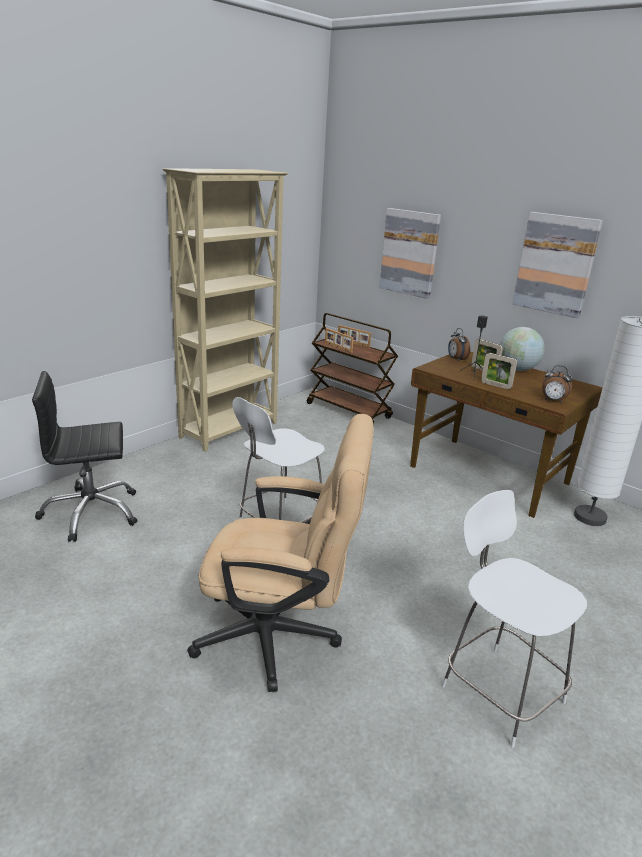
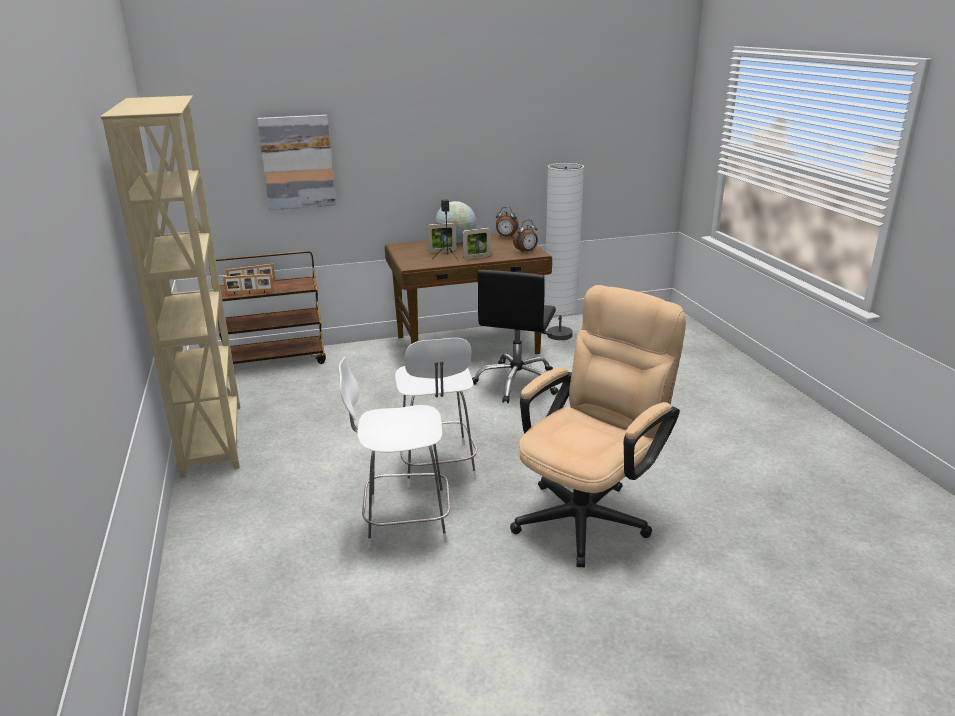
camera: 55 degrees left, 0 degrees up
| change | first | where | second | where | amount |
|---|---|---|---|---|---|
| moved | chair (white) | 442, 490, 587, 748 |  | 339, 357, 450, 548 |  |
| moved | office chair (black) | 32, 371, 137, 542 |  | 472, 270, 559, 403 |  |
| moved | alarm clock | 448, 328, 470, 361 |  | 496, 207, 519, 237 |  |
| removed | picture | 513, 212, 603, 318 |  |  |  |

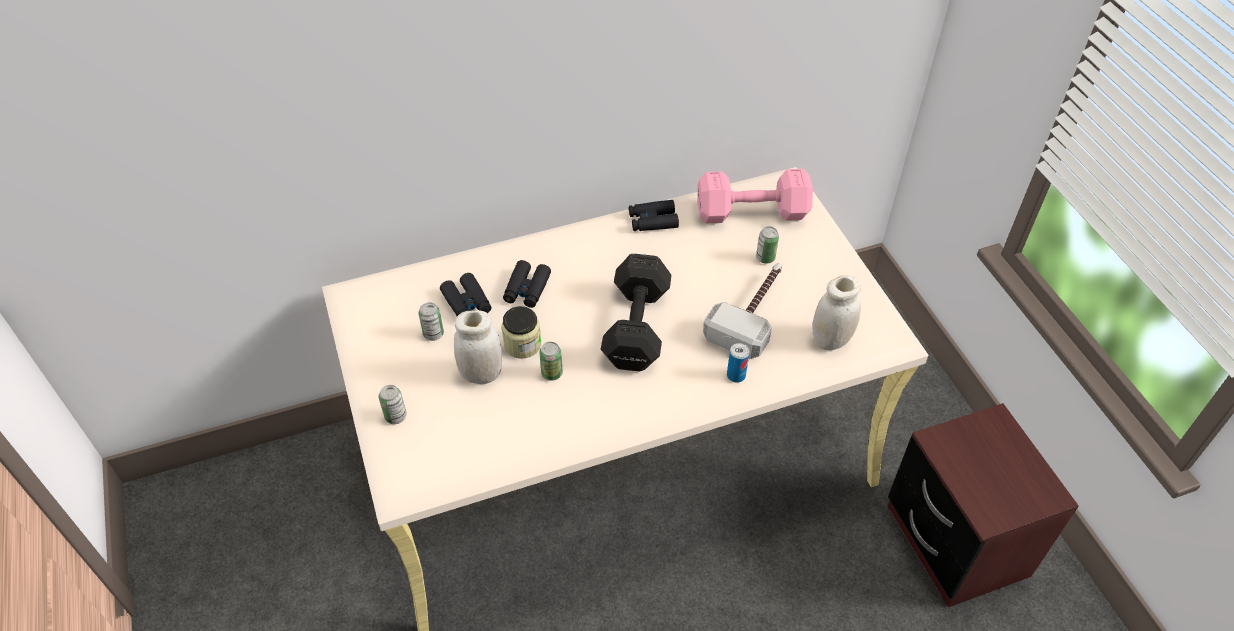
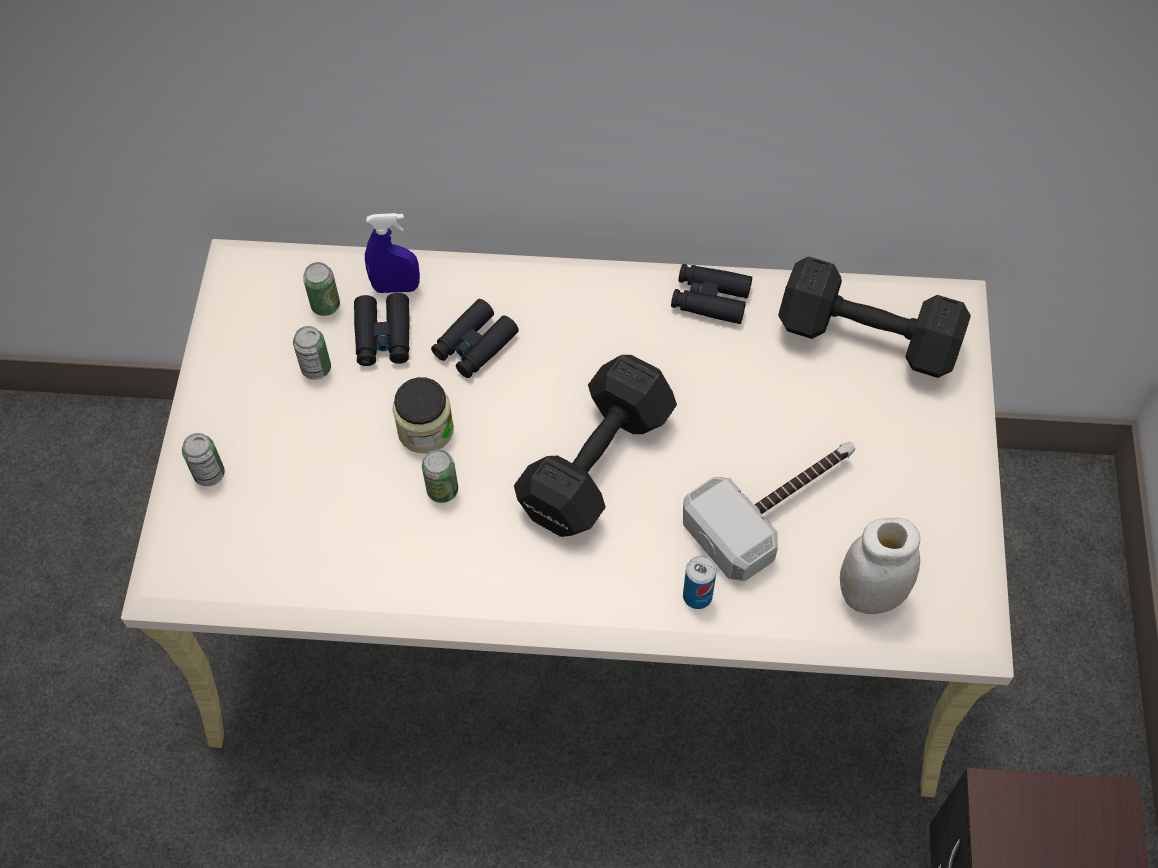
camera: 25 degrees right, 10 degrees up
| change | first | where | second | where | amount |
|---|---|---|---|---|---|
| moved | can | 756, 226, 779, 264 |  | 303, 262, 340, 316 |  |
| added |  |  | spray bottle (blue) | 365, 213, 420, 293 |  |
| recoloured | dumbbell (pink) | 698, 169, 813, 223 | dumbbell (black) | 778, 256, 971, 378 |  |
| removed | jar (white) | 454, 310, 502, 384 |  |  |  |

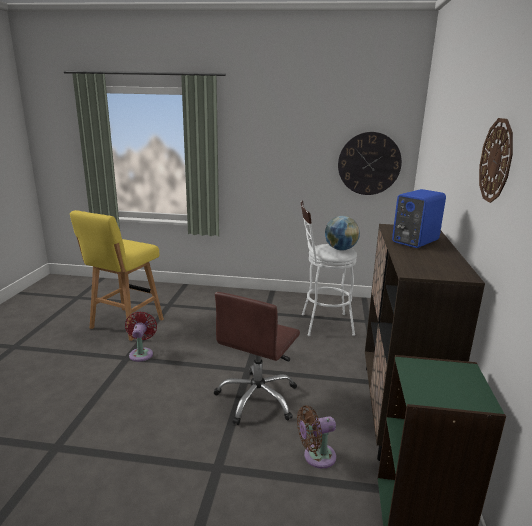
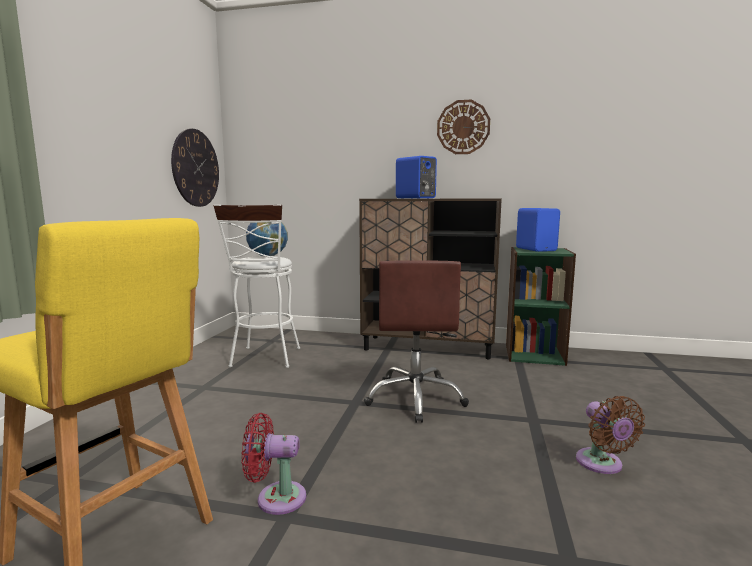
camera: 85 degrees left, 10 degrees down
| change | first | where | second | where | amount |
|---|---|---|---|---|---|
| turned | office chair (brown) | 214, 292, 300, 425 |  | 364, 260, 469, 423 | 60 degrees clockwise |
| added |  |  | speaker (blue) | 516, 208, 560, 252 |  |
| moved | fan (brown) | 297, 405, 336, 469 |  | 576, 396, 645, 474 |  |

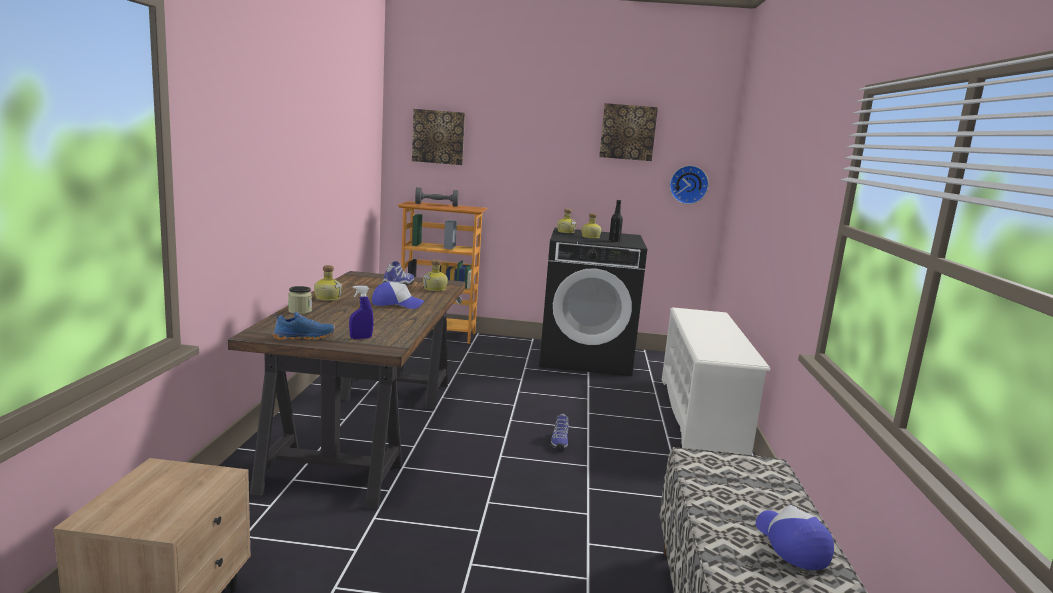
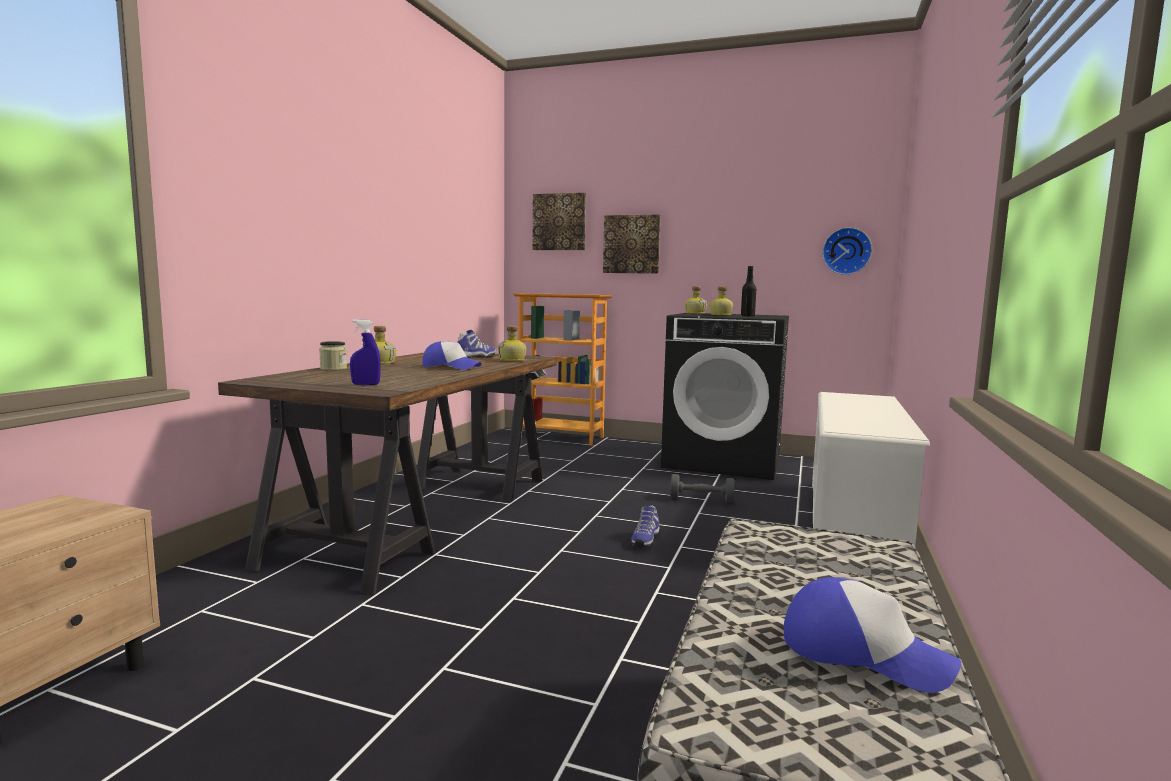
camera: 15 degrees right, 5 degrees down
| change | first | where | second | where | amount |
|---|---|---|---|---|---|
| moved | picture | 599, 103, 658, 161 |  | 603, 215, 661, 274 |  |
| moved | dumbbell (grey) | 415, 187, 458, 206 |  | 670, 474, 735, 503 |  |
| turned | cap | 756, 505, 834, 570 |  | 784, 577, 961, 693 | 120 degrees clockwise |
| removed | shoe (blue) | 273, 312, 335, 340 |  |  |  |

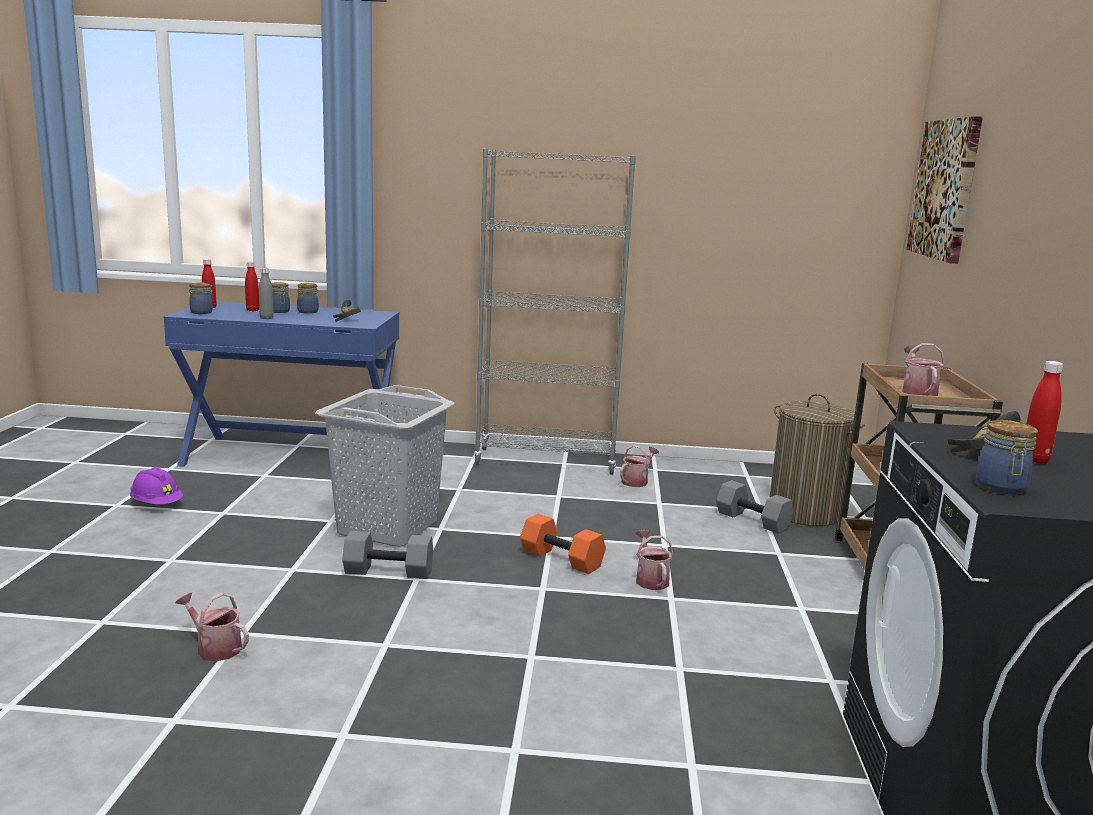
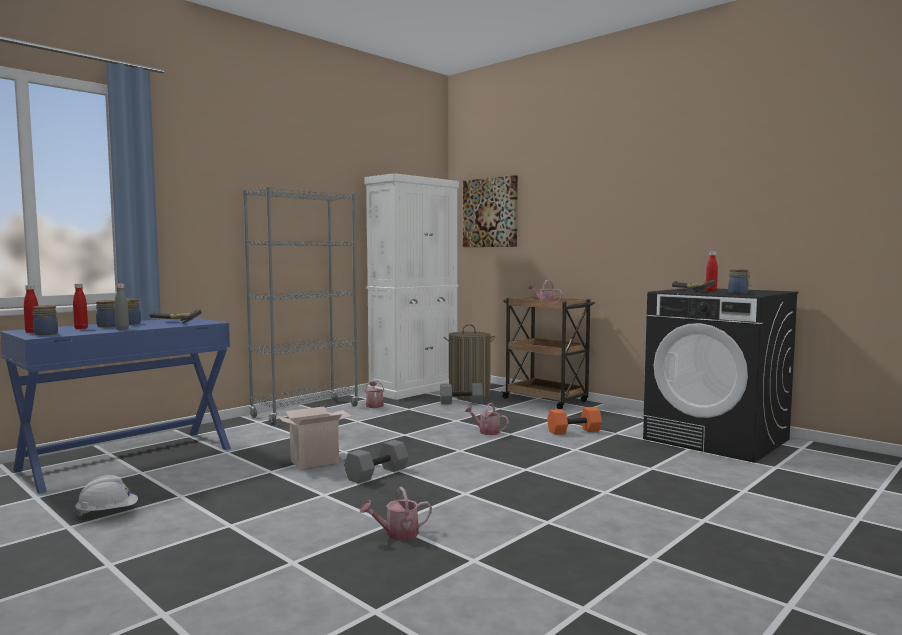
camera: 50 degrees left, 10 degrees down
| change | first | where | second | where | amount |
|---|---|---|---|---|---|
| recoloured | hard hat (purple) | 130, 467, 183, 505 | hard hat (white) | 74, 475, 138, 517 |  |
| replaced | laundry basket (grey) | 315, 385, 455, 547 | cardboard box | 275, 406, 352, 469 |  |
| added |  |  | cabinet (white) | 364, 173, 459, 400 |  |
| moved | dumbbell (orange) | 520, 514, 606, 574 |  | 547, 407, 602, 435 |  |

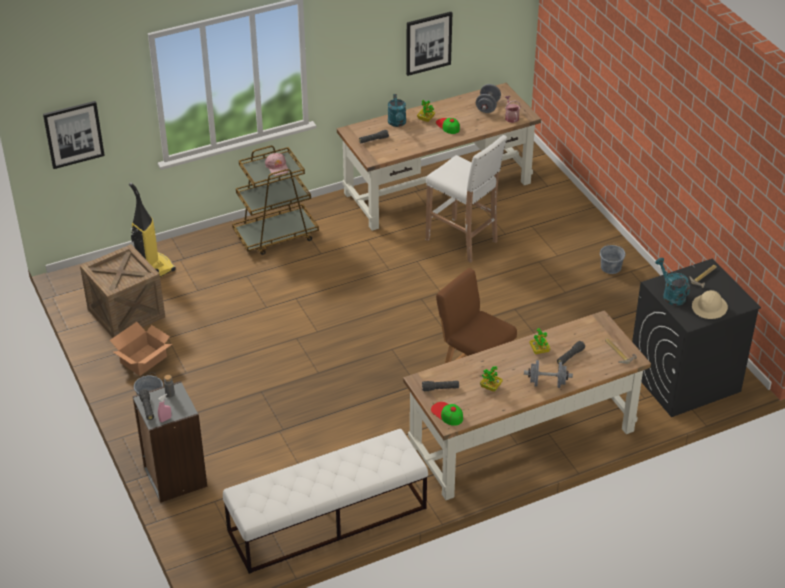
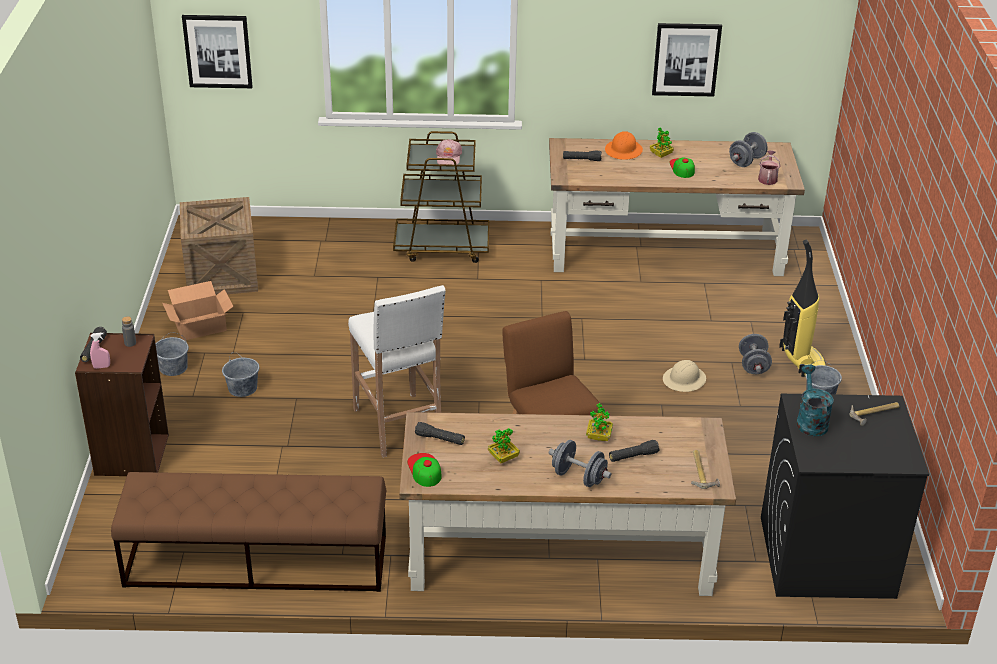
camera: 25 degrees right, 5 degrees down
| change | first | where | second | where | amount |
|---|---|---|---|---|---|
| recoloured | bookcase (grey) | 132, 381, 207, 503 | bookcase (brown) | 75, 333, 169, 476 |  |
| recoloured | bench (white) | 223, 429, 428, 574 | bench (brown) | 111, 472, 386, 592 |  |
| added |  |  | bucket (grey) | 222, 352, 259, 397 |  |
| moved | stool (white) | 426, 135, 507, 263 |  | 348, 285, 446, 458 |  |
| replaced | watering can (turquoise) | 388, 94, 406, 127 | hard hat (orange) | 605, 131, 643, 160 |  |
| moved | hard hat (beige) | 692, 290, 728, 319 |  | 663, 360, 706, 392 |  |
| added |  |  | dumbbell (grey) | 739, 334, 772, 374 |  |
| moved | vacuum cleaner | 129, 183, 176, 277 |  | 779, 240, 826, 377 |  |

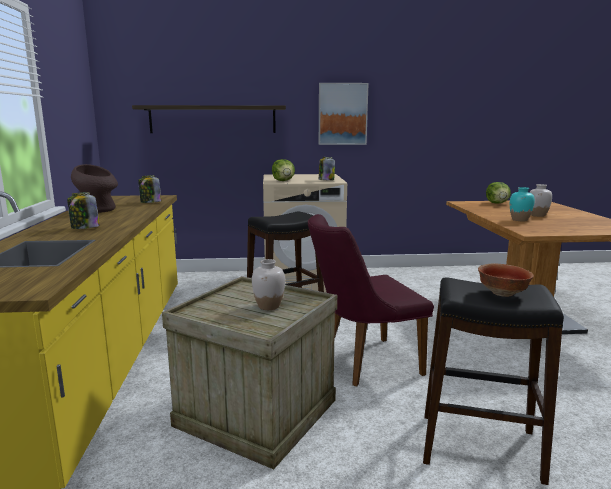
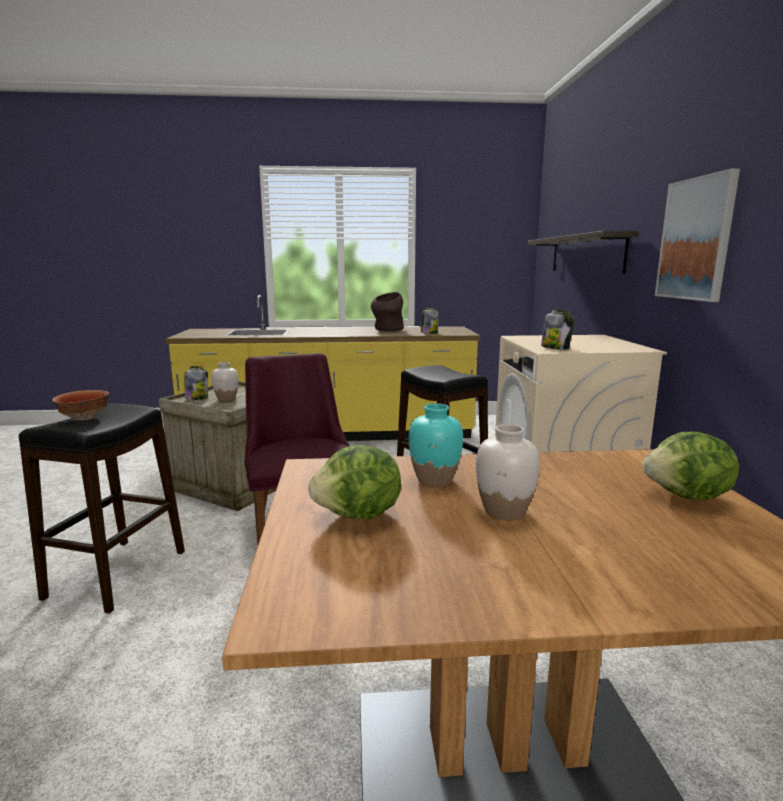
camera: 90 degrees right, 0 degrees up
| change | first | where | second | where | amount |
|---|---|---|---|---|---|
| moved | jar | 67, 192, 100, 229 |  | 185, 366, 208, 400 |  |
| moved | lettuce | 272, 159, 295, 181 |  | 308, 445, 401, 519 |  |

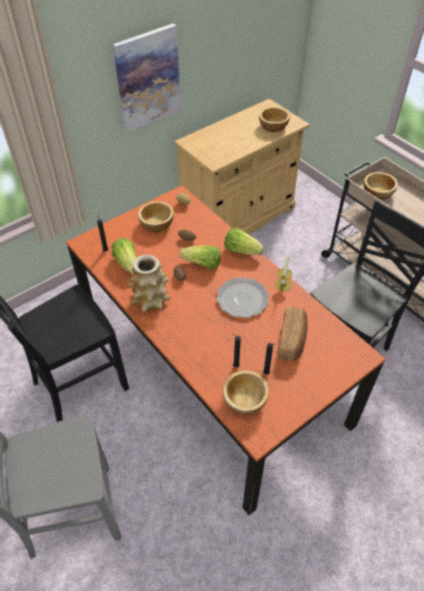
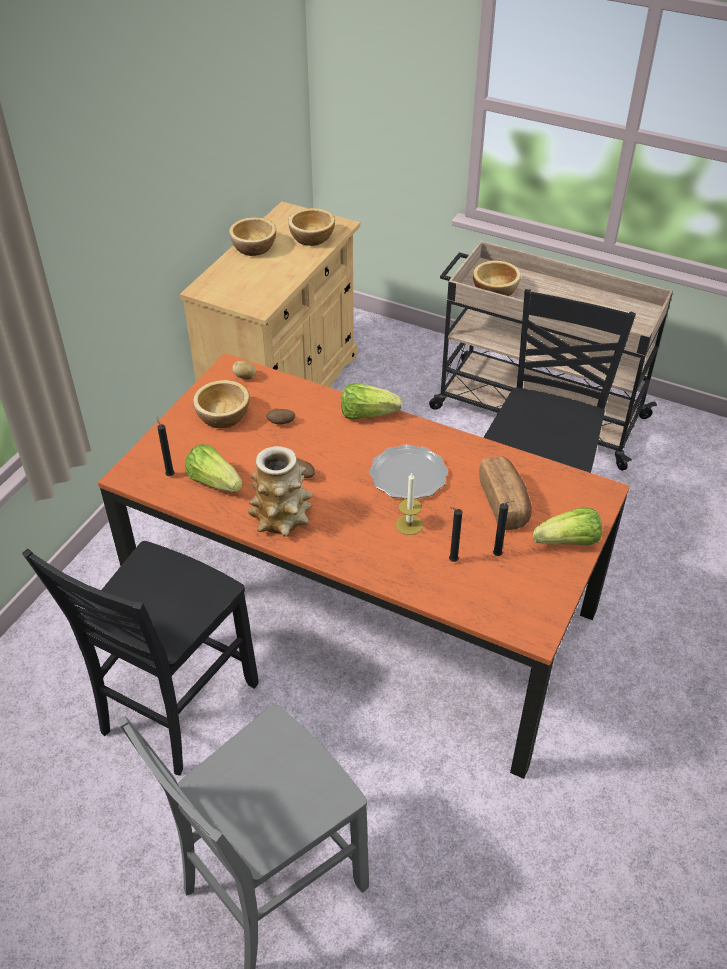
camera: 25 degrees left, 5 degrees down
| change | first | where | second | where | amount |
|---|---|---|---|---|---|
| moved | bowl | 223, 370, 269, 415 |  | 229, 217, 276, 256 |  |
| moved | candle | 275, 254, 292, 292 |  | 396, 473, 423, 535 |  |
| moved | lettuce | 179, 246, 221, 269 |  | 533, 507, 602, 546 |  |
| removed | picture | 113, 23, 181, 132 |  |  |  |

